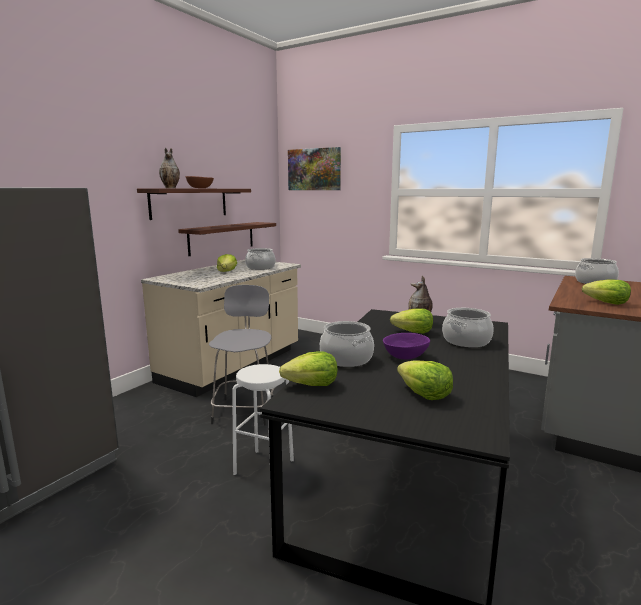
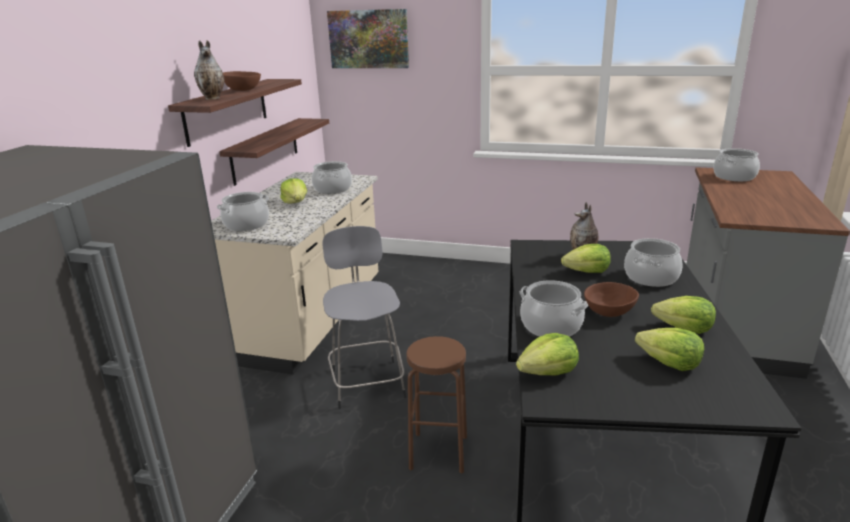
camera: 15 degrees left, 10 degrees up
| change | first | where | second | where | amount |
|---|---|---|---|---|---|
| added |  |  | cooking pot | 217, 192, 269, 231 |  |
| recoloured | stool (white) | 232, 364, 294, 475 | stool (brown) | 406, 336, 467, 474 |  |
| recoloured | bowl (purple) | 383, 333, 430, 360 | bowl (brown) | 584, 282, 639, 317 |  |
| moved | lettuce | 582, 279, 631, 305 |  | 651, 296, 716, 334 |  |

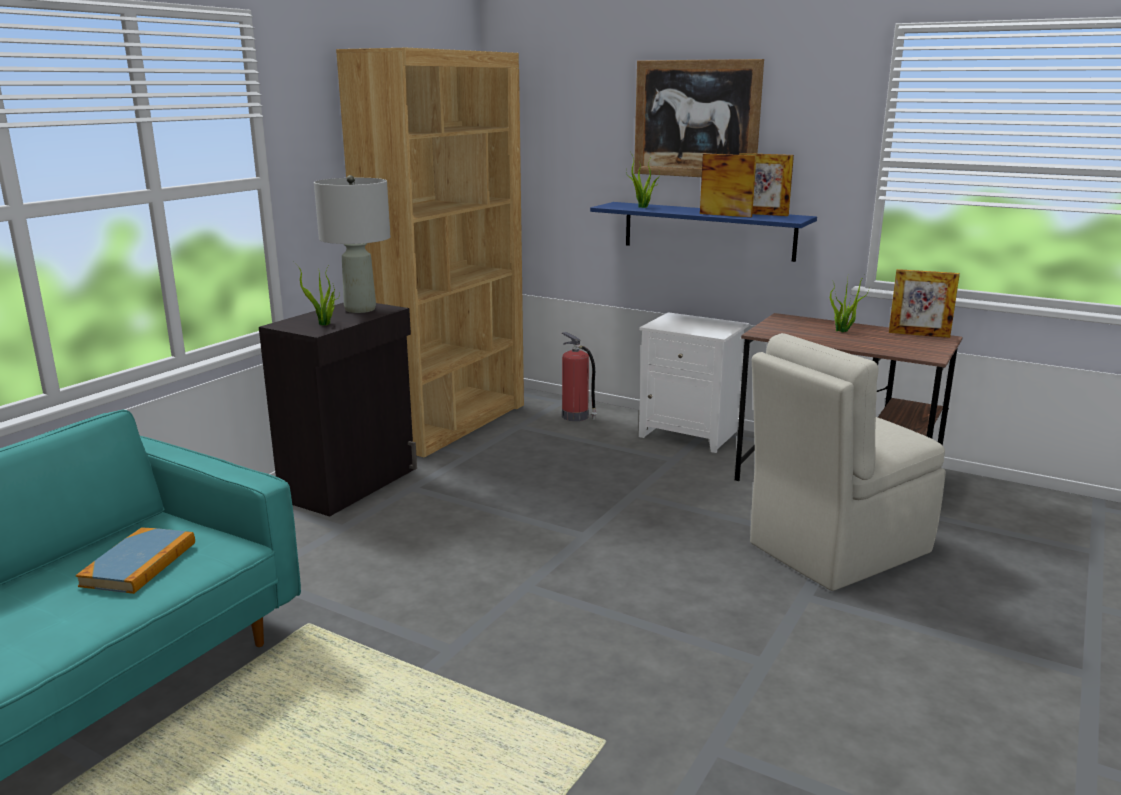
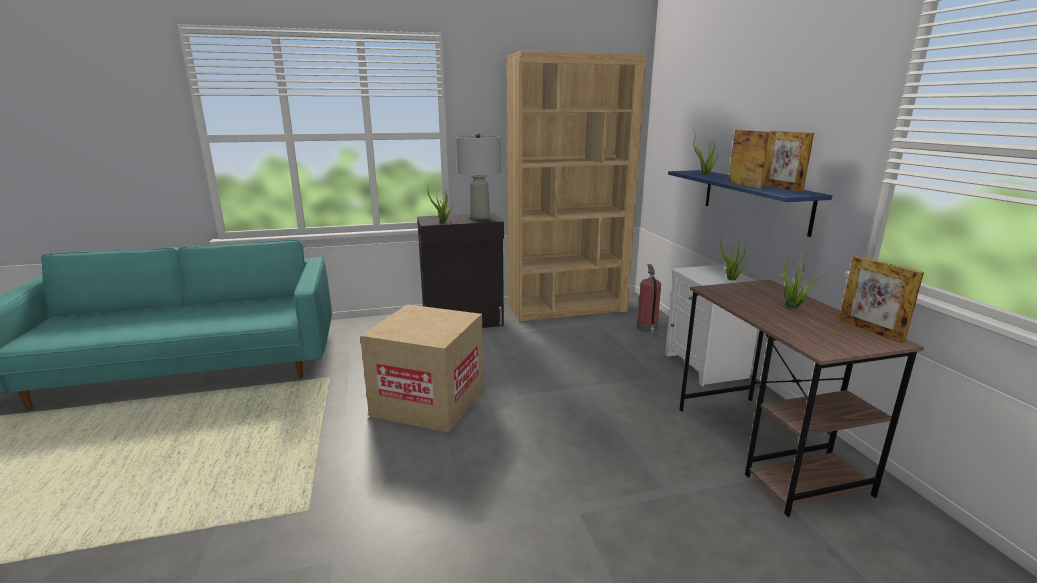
camera: 45 degrees right, 0 degrees up
| change | first | where | second | where | amount |
|---|---|---|---|---|---|
| added |  |  | cardboard box | 360, 304, 484, 433 |  |
| added |  |  | potted plant | 718, 229, 748, 280 |  |
| removed | book | 76, 527, 195, 594 |  |  |  |
| removed | picture | 634, 59, 764, 177 |  |  |  |
| removed | chair (beige) | 750, 333, 946, 591 |  |  |  |

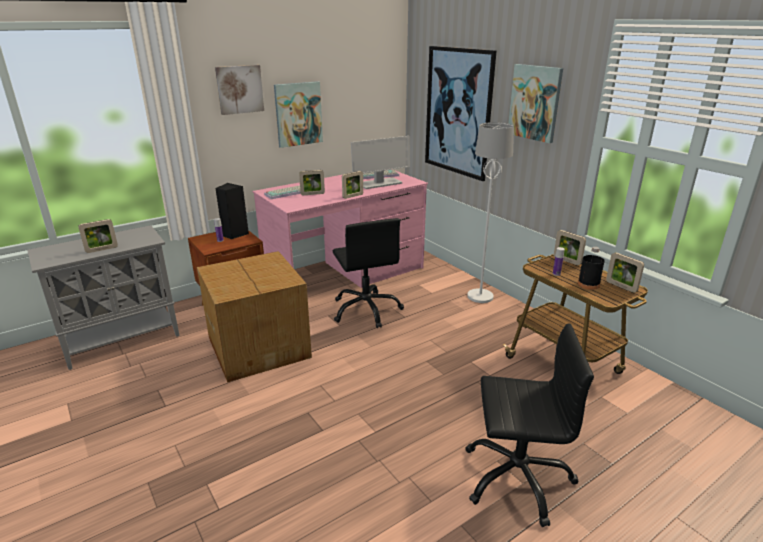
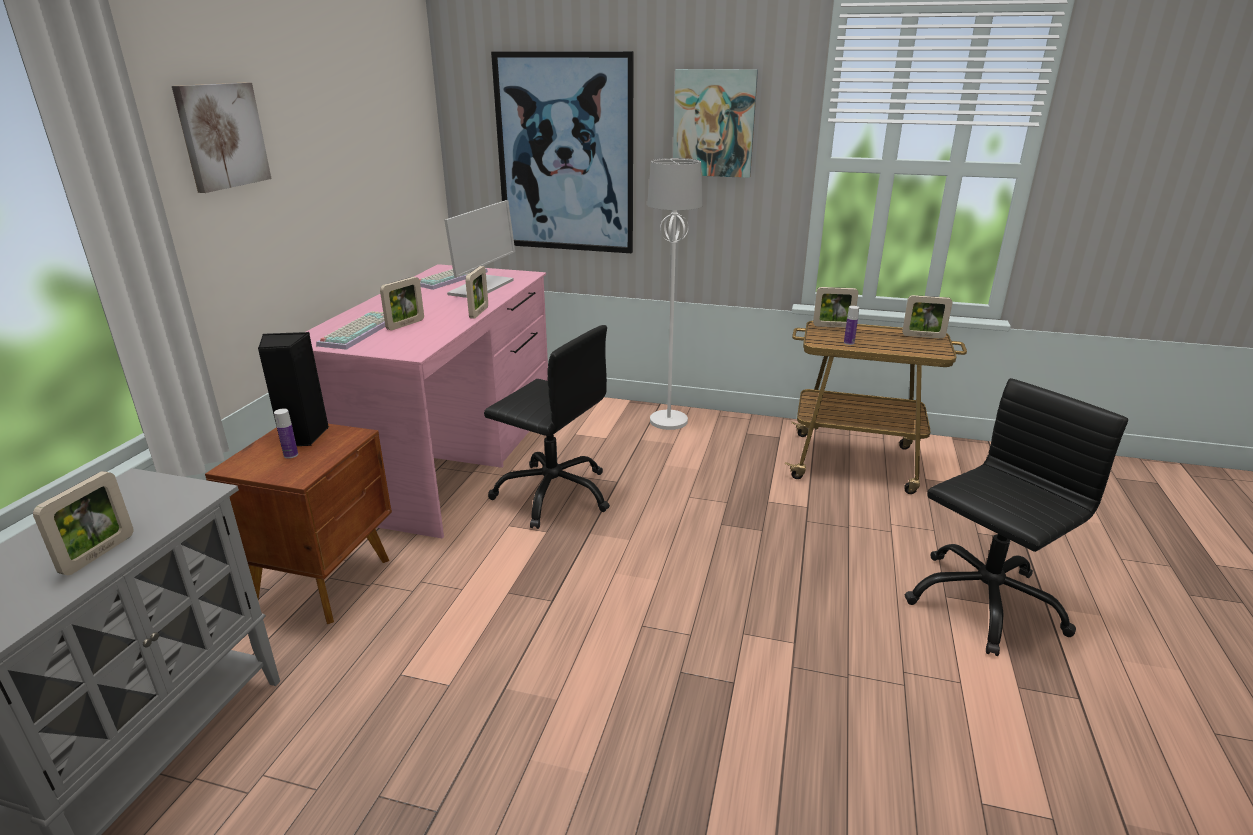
camera: 40 degrees left, 0 degrees up
| change | first | where | second | where | amount |
|---|---|---|---|---|---|
| removed | cardboard box | 197, 251, 312, 383 |  |  |  |
| removed | picture | 274, 81, 323, 148 |  |  |  |
| removed | bottle (black) | 578, 247, 605, 290 |  |  |  |

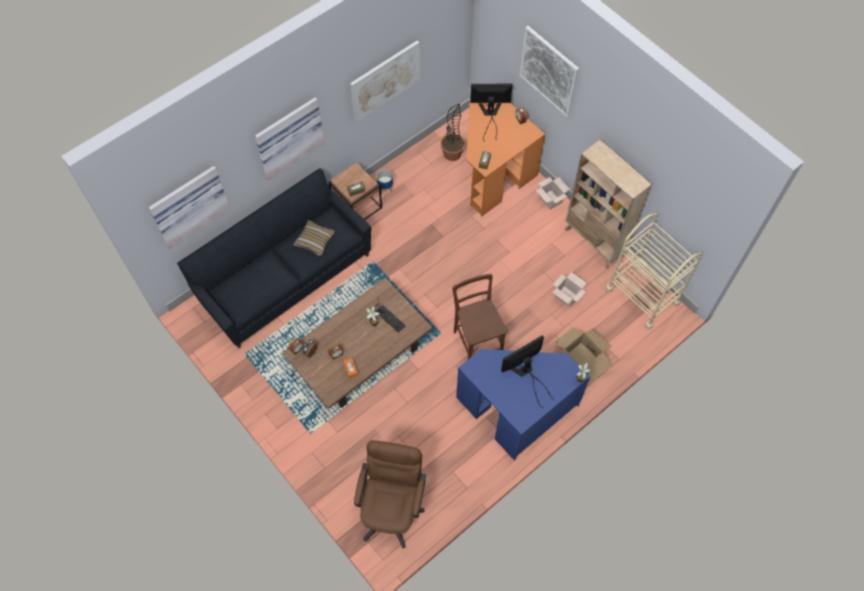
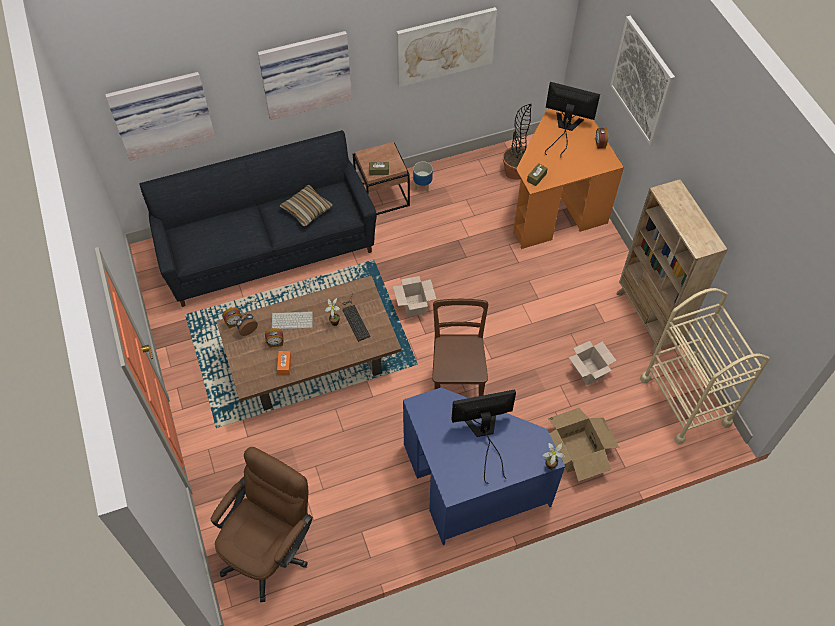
camera: 20 degrees right, 5 degrees down
| change | first | where | second | where | amount |
|---|---|---|---|---|---|
| added |  |  | keyboard | 272, 311, 313, 329 |  |
| moved | cardboard box | 536, 177, 570, 210 |  | 393, 276, 436, 317 |  |

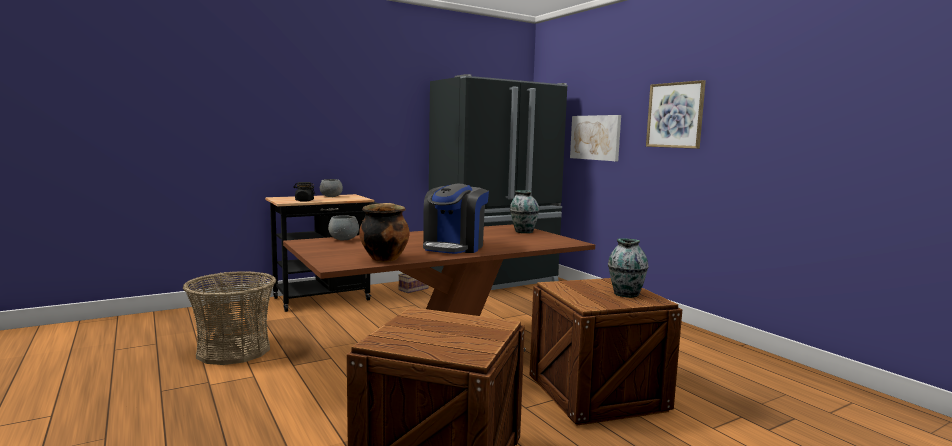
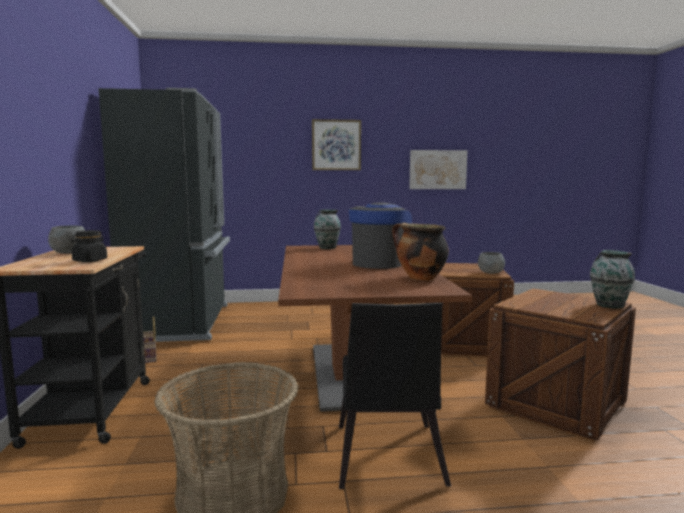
camera: 65 degrees left, 0 degrees up
| change | first | where | second | where | amount |
|---|---|---|---|---|---|
| added |  |  | chair (black) | 339, 303, 451, 489 |  |
| turned | coffee machine | 423, 184, 489, 254 |  | 349, 203, 412, 269 | 105 degrees counterclockwise |
| moved | picture | 570, 115, 621, 161 |  | 409, 150, 468, 189 |  |
| moved | bowl (grey) | 328, 215, 359, 240 |  | 478, 252, 505, 274 |  |
| moved | vase | 608, 238, 649, 298 |  | 590, 250, 635, 308 |  |

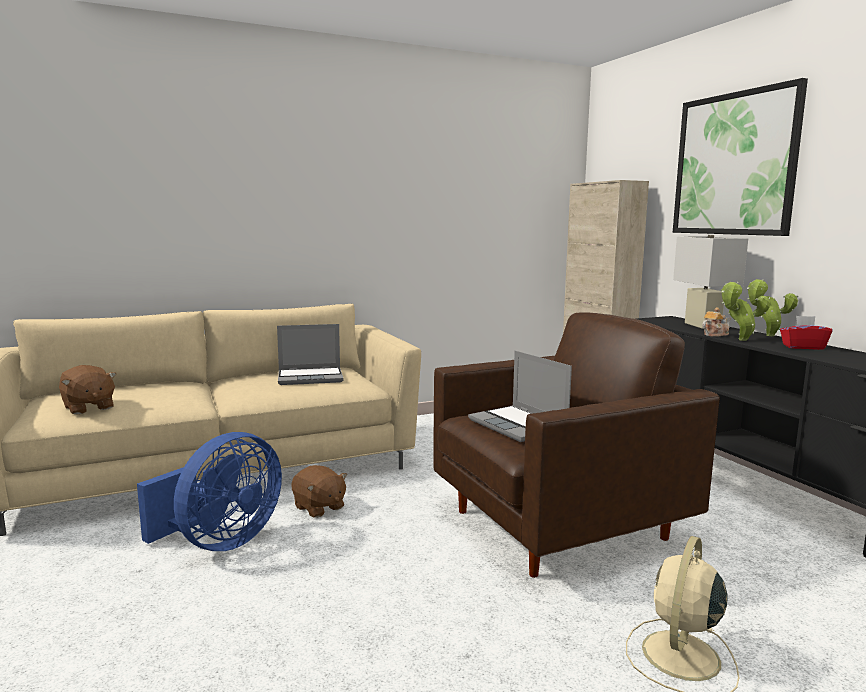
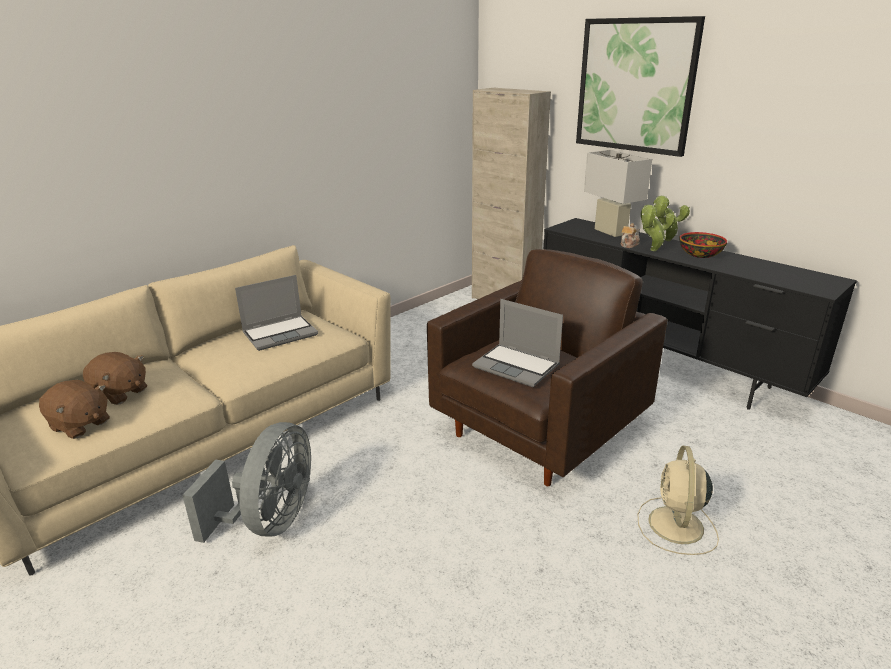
camera: 20 degrees left, 15 degrees up
| change | first | where | second | where | amount |
|---|---|---|---|---|---|
| moved | plush toy (brown) | 291, 465, 347, 518 |  | 83, 352, 147, 405 |  |
| recoloured | fan (blue) | 137, 432, 282, 551 | fan (grey) | 182, 422, 311, 543 |  |
| replaced | tissue box (red) | 780, 316, 832, 350 | bowl | 679, 232, 727, 258 |  |

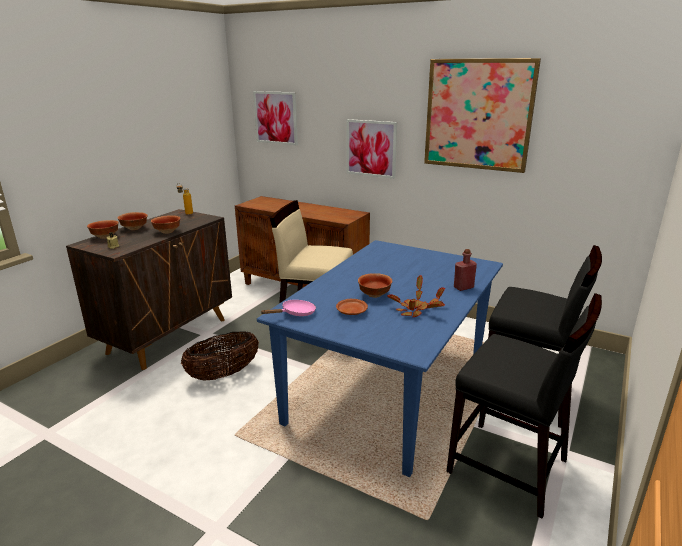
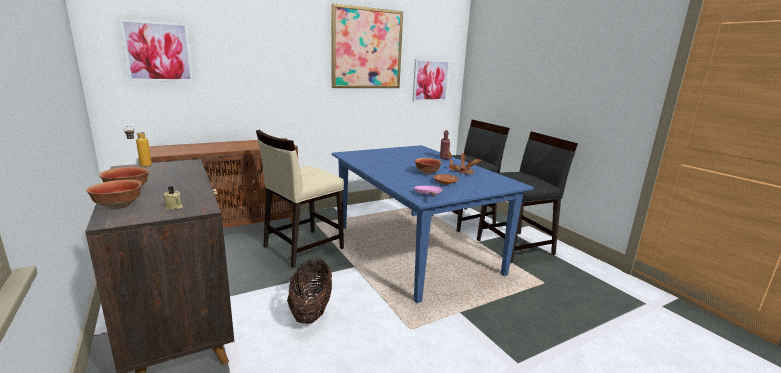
camera: 60 degrees left, 5 degrees down
| change | first | where | second | where | amount |
|---|---|---|---|---|---|
| moved | picture | 346, 119, 397, 179 |  | 413, 59, 450, 102 |  |
| removed | bowl | 151, 215, 180, 234 |  |  |  |

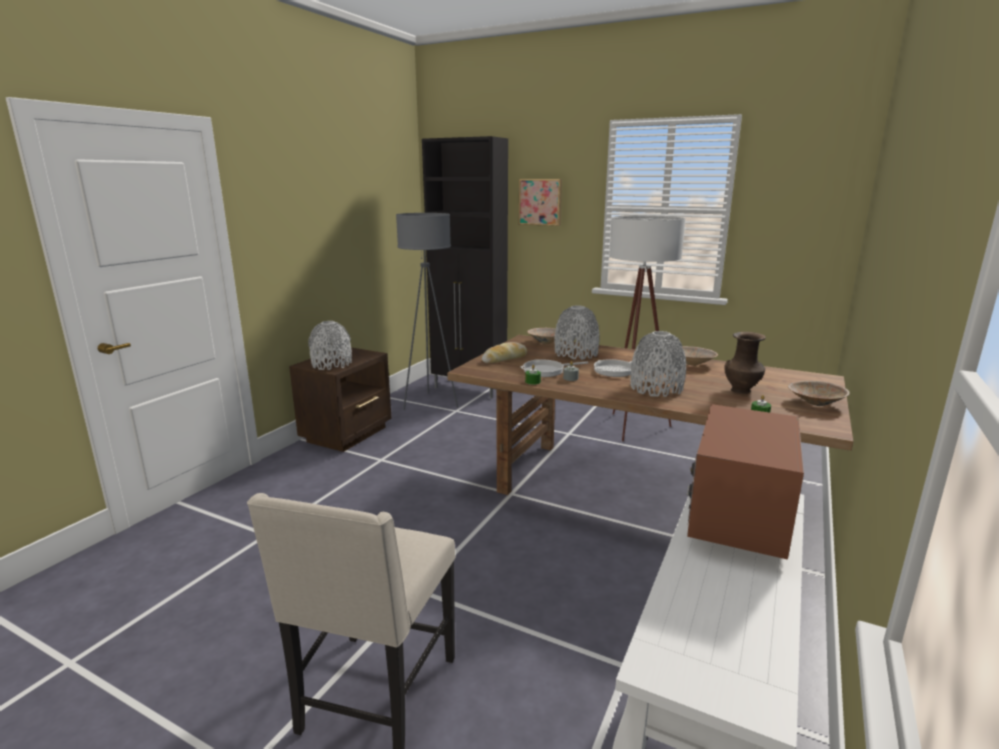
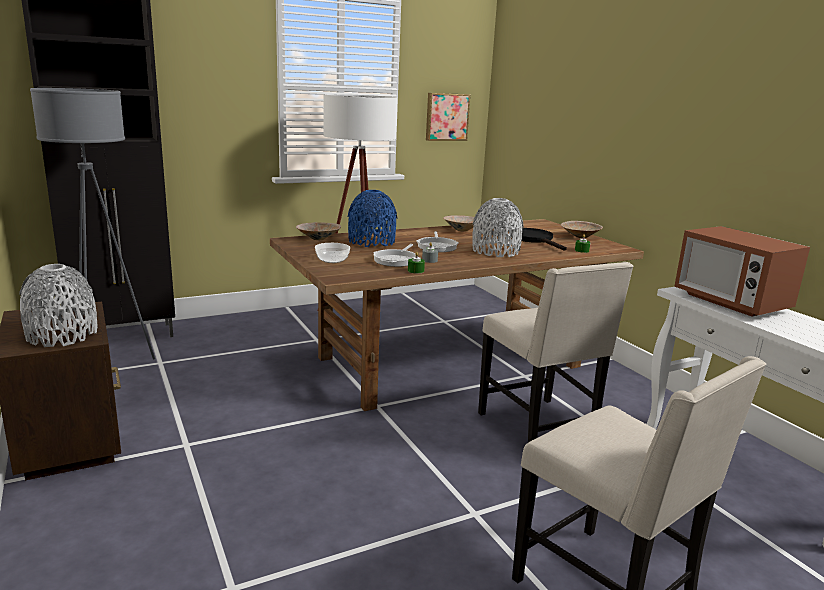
camera: 55 degrees left, 0 degrees up
| change | first | where | second | where | amount |
|---|---|---|---|---|---|
| replaced | bread | 482, 342, 527, 364 | bowl | 315, 243, 350, 263 |  |
| recoloured | vase (grey) | 554, 306, 600, 360 | vase (blue) | 348, 190, 397, 247 |  |
| moved | picture | 519, 179, 562, 226 |  | 426, 93, 470, 141 |  |
| added |  |  | chair (beige) | 478, 262, 634, 443 |  |
| replaced | vase (brown) | 724, 332, 766, 394 | frying pan (black) | 516, 228, 567, 250 |  |

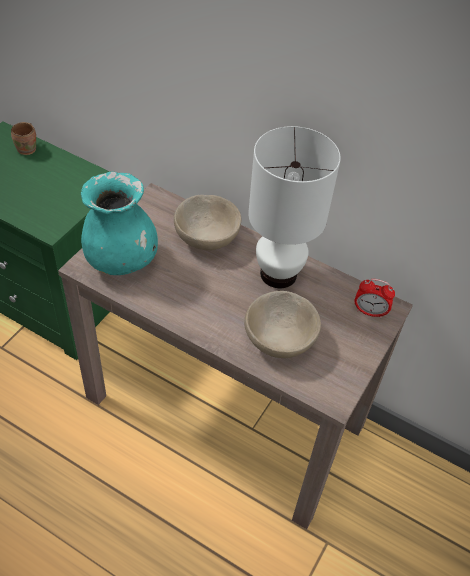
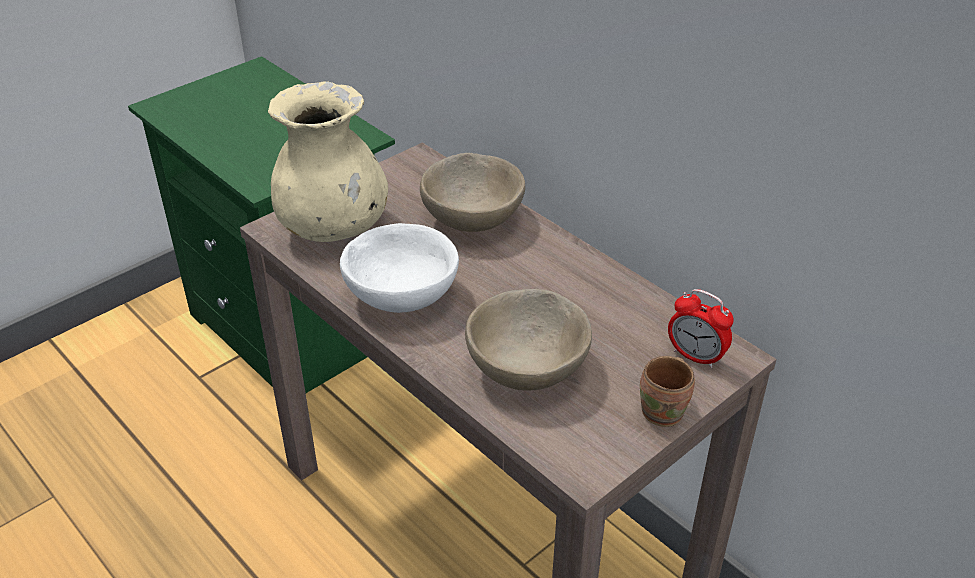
camera: 20 degrees right, 10 degrees down
| change | first | where | second | where | amount |
|---|---|---|---|---|---|
| recoloured | vase (turquoise) | 81, 172, 158, 275 | vase (beige) | 268, 81, 388, 242 |  |
| added |  |  | bowl (white) | 340, 223, 459, 313 |  |
| moved | mug (brown) | 11, 122, 36, 155 |  | 640, 356, 695, 427 |  |
| removed | table lamp (white) | 248, 126, 341, 288 |  |  |  |

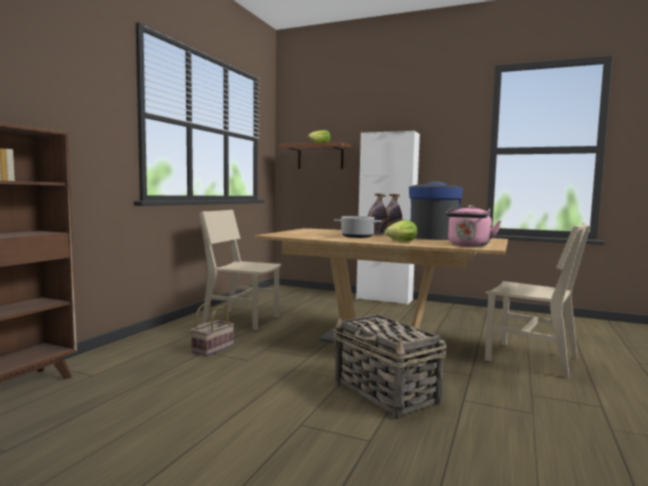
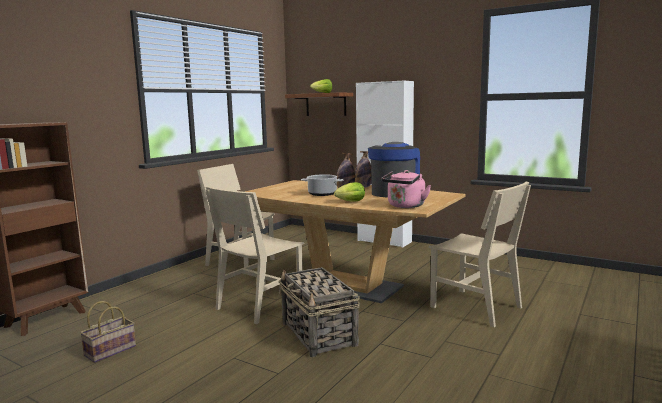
camera: 10 degrees right, 5 degrees up
| change | first | where | second | where | amount |
|---|---|---|---|---|---|
| moved | basket | 191, 303, 234, 356 |  | 80, 301, 136, 363 |  |
| added |  |  | chair (beige) | 206, 186, 304, 324 |  |

